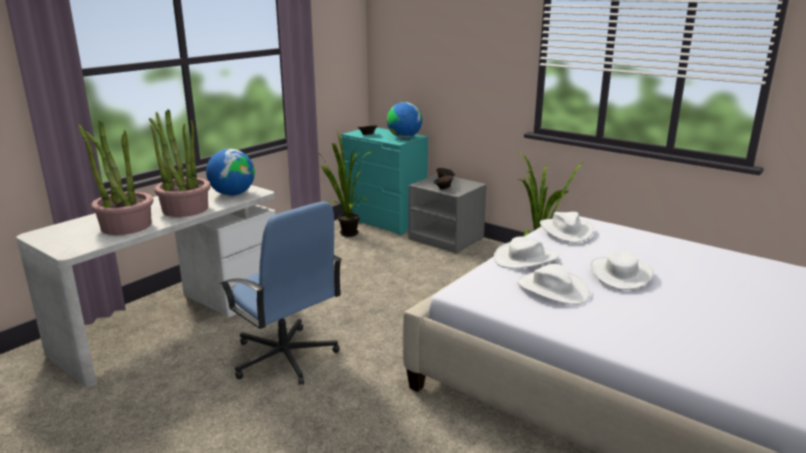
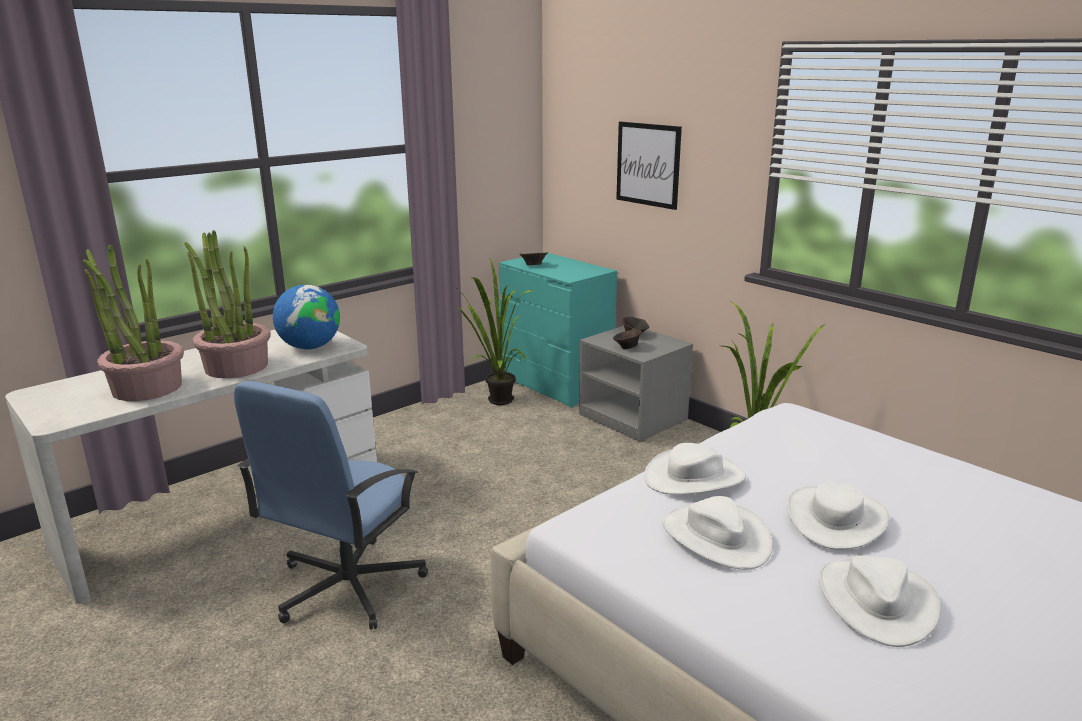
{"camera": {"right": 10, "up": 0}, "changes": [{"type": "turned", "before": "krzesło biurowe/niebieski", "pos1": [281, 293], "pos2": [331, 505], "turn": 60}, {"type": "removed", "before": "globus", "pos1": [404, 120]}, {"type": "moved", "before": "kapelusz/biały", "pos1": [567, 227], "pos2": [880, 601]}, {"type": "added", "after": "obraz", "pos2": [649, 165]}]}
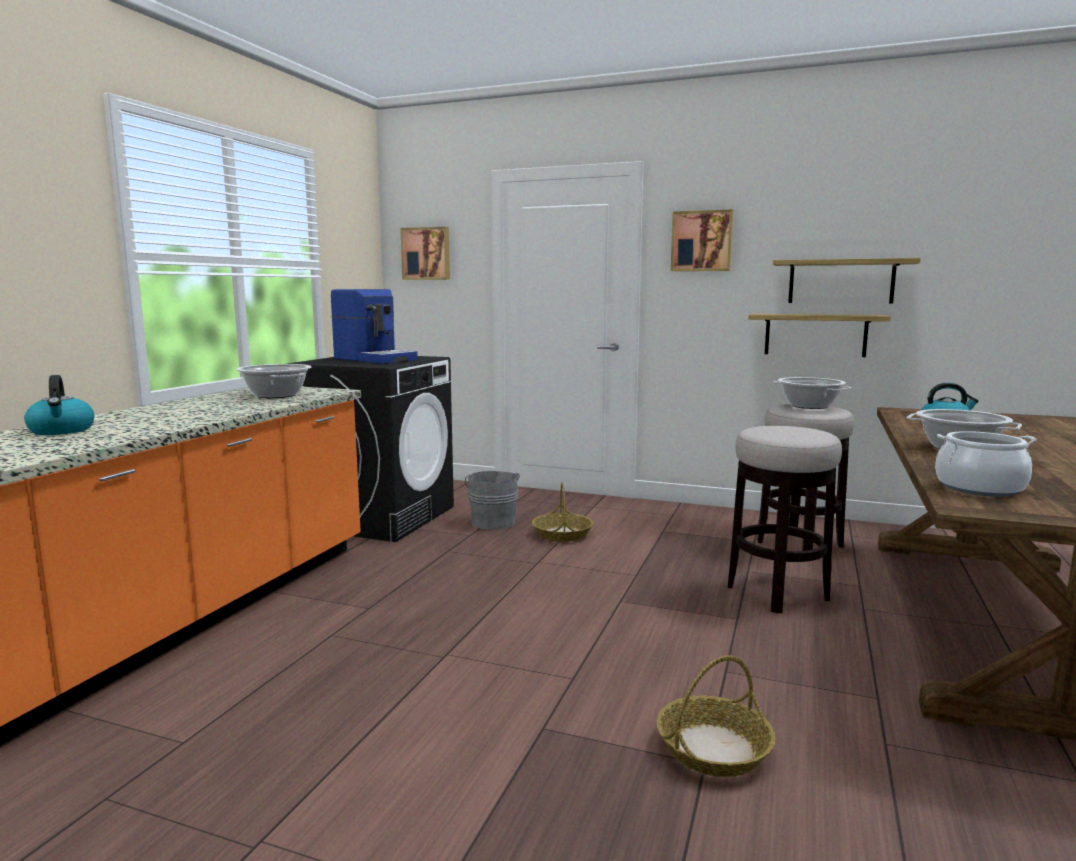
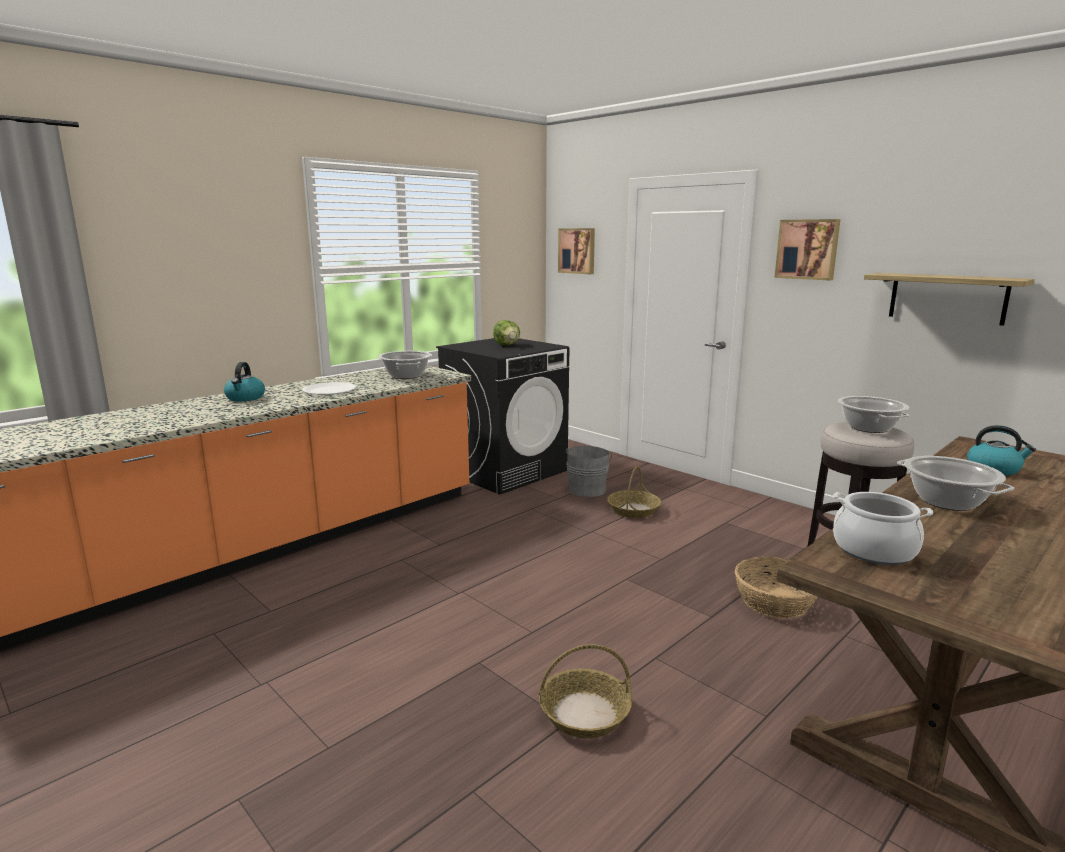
{"camera": {"right": 25, "up": 5}, "changes": [{"type": "replaced", "before": "ekspres do kawy", "after": "sałata", "pos1": [374, 326], "pos2": [506, 332]}, {"type": "replaced", "before": "stołek", "after": "koszyk", "pos1": [785, 519], "pos2": [776, 587]}, {"type": "removed", "before": "półka", "pos1": [819, 335]}, {"type": "added", "after": "talerz/biały", "pos2": [329, 388]}]}
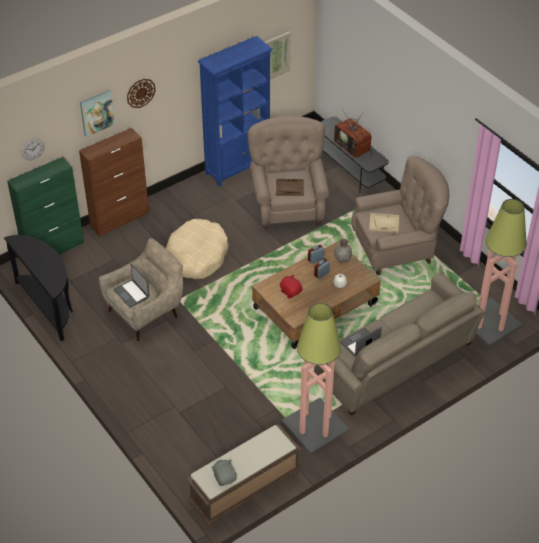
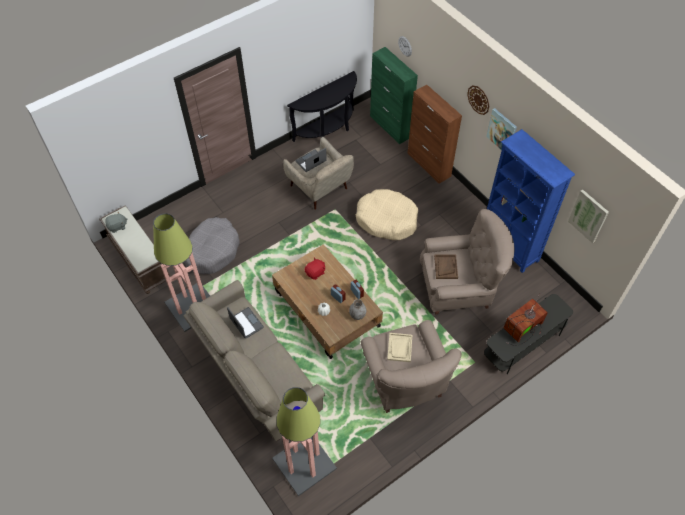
{"camera": {"right": 90, "up": 10}, "changes": [{"type": "moved", "before": "obraz", "pos1": [97, 113], "pos2": [501, 129]}, {"type": "added", "after": "legowisko/szary", "pos2": [212, 245]}]}
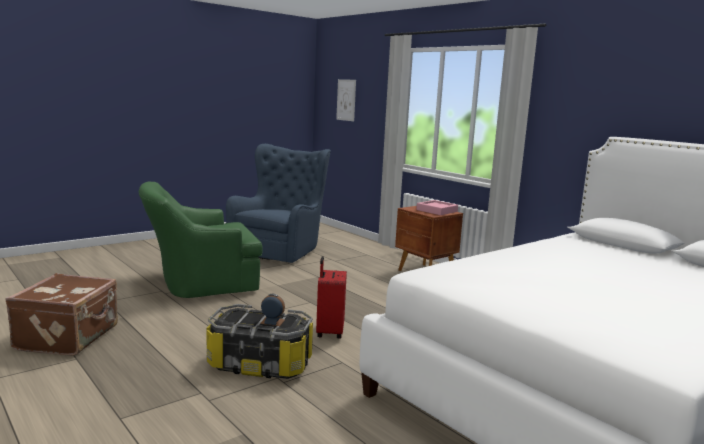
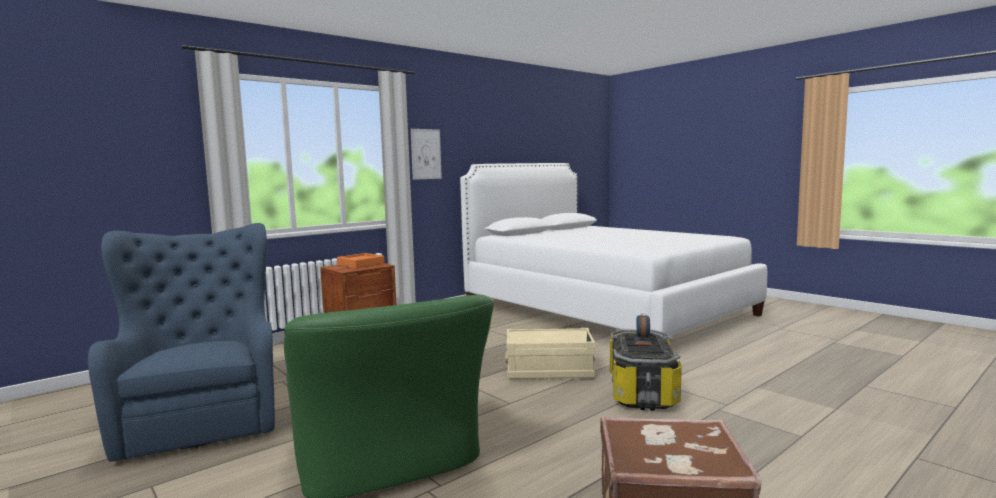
{"camera": {"right": -90, "up": -5}, "changes": [{"type": "turned", "before": "fotel/niebieski", "pos1": [278, 203], "pos2": [181, 342], "turn": 45}, {"type": "replaced", "before": "walizka/czerwony", "after": "pojemnik do przechowywania/beżowy", "pos1": [331, 297], "pos2": [550, 354]}, {"type": "moved", "before": "obraz", "pos1": [346, 100], "pos2": [426, 154]}, {"type": "recoloured", "before": "taca/różowy", "after": "taca/pomarańczowy", "pos1": [437, 207], "pos2": [361, 260]}]}
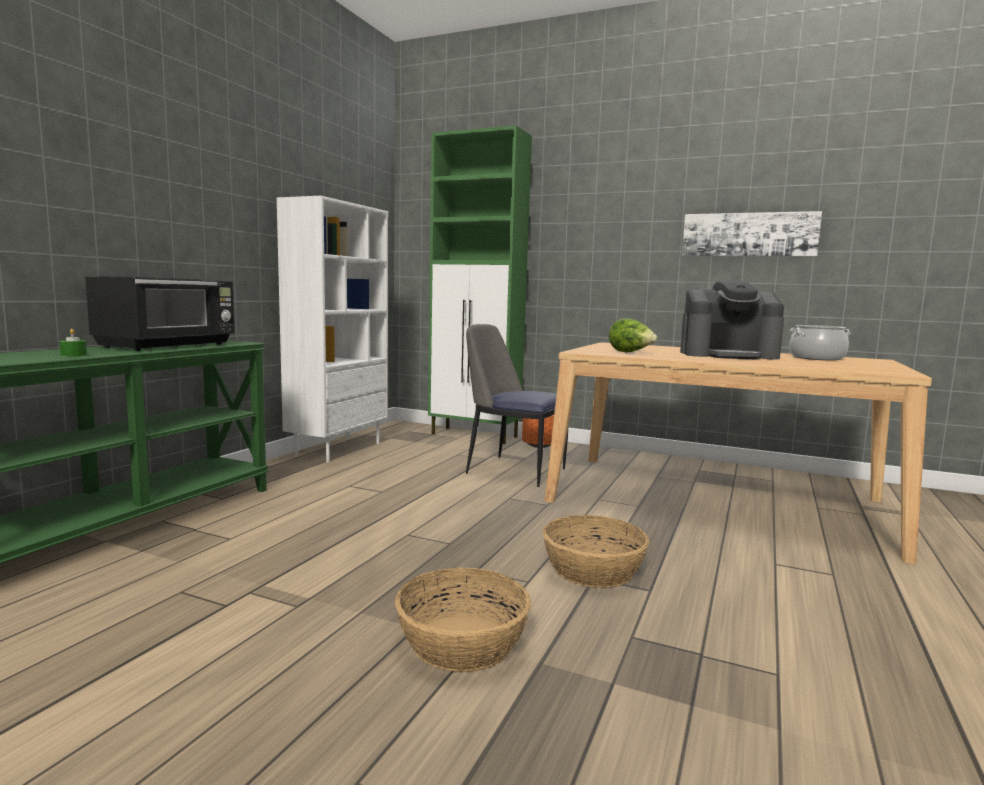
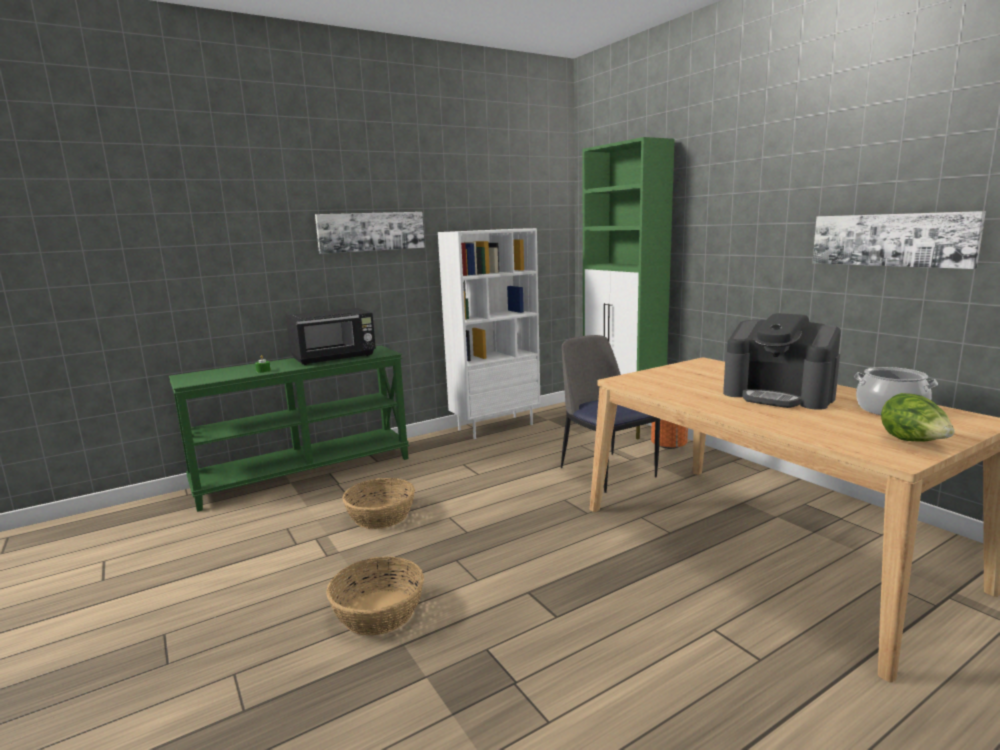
{"camera": {"right": 35, "up": 5}, "changes": [{"type": "moved", "before": "koszyk", "pos1": [596, 551], "pos2": [378, 503]}, {"type": "moved", "before": "sałata", "pos1": [633, 335], "pos2": [917, 417]}, {"type": "added", "after": "obraz", "pos2": [370, 233]}]}
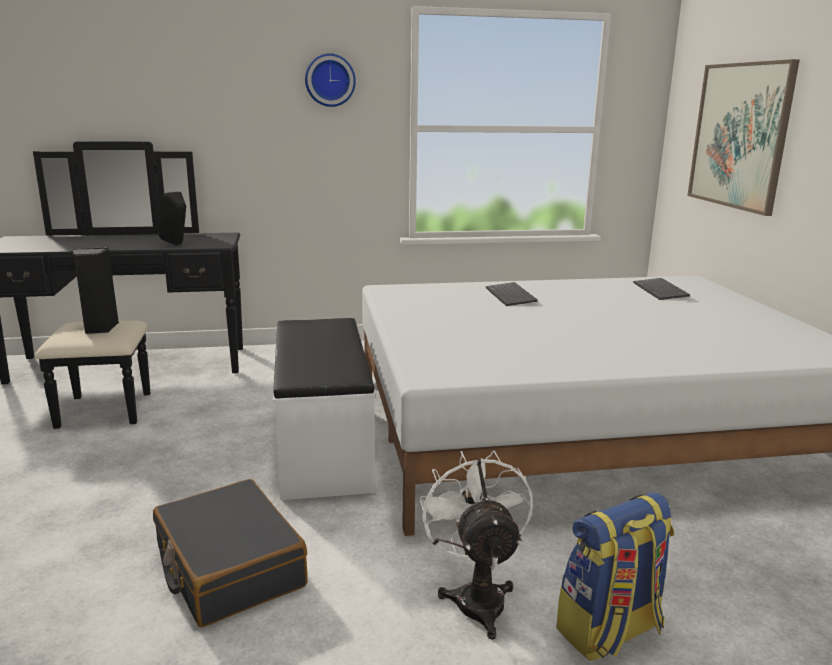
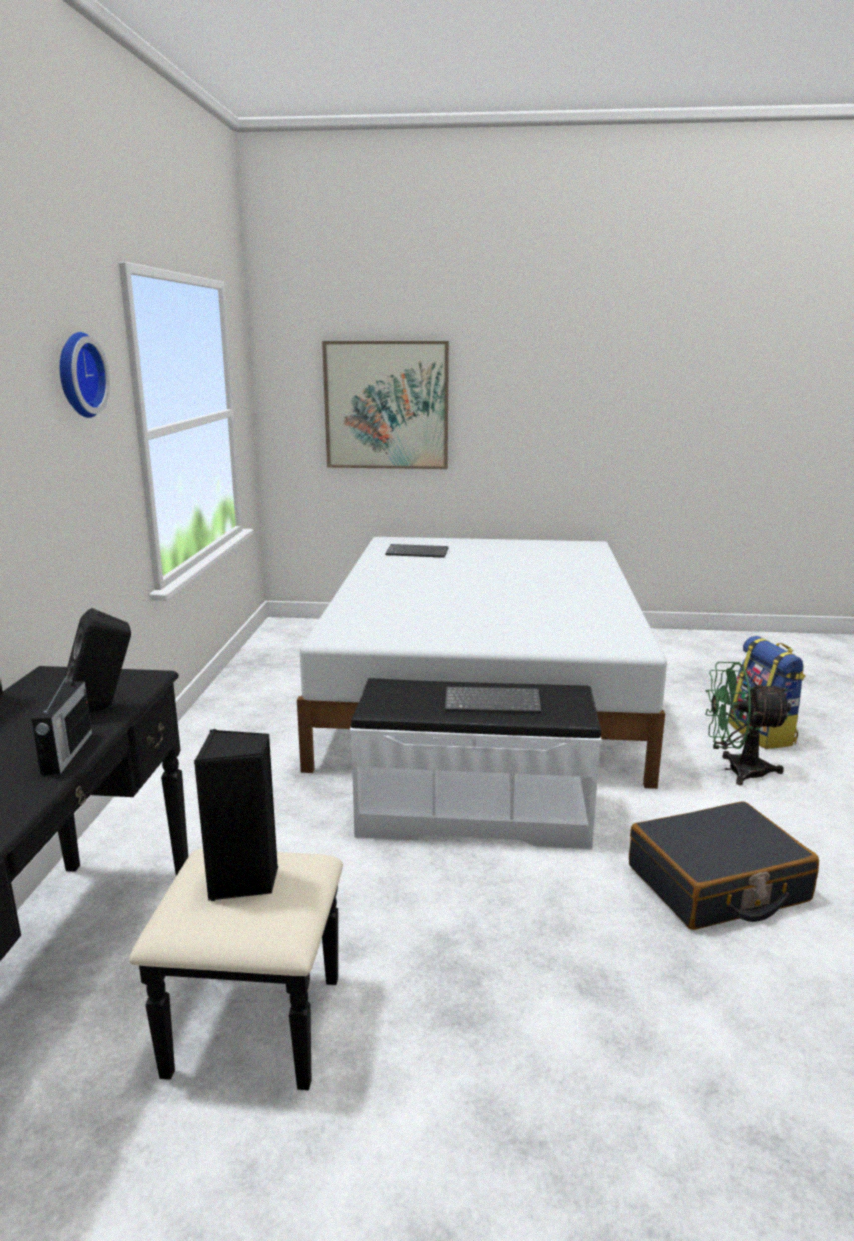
{"camera": {"right": -75, "up": 0}, "changes": [{"type": "recoloured", "before": "wentylator/biały", "after": "wentylator/zielony", "pos1": [476, 545], "pos2": [748, 723]}, {"type": "moved", "before": "klawiatura", "pos1": [512, 294], "pos2": [493, 700]}, {"type": "added", "after": "radio", "pos2": [61, 722]}]}
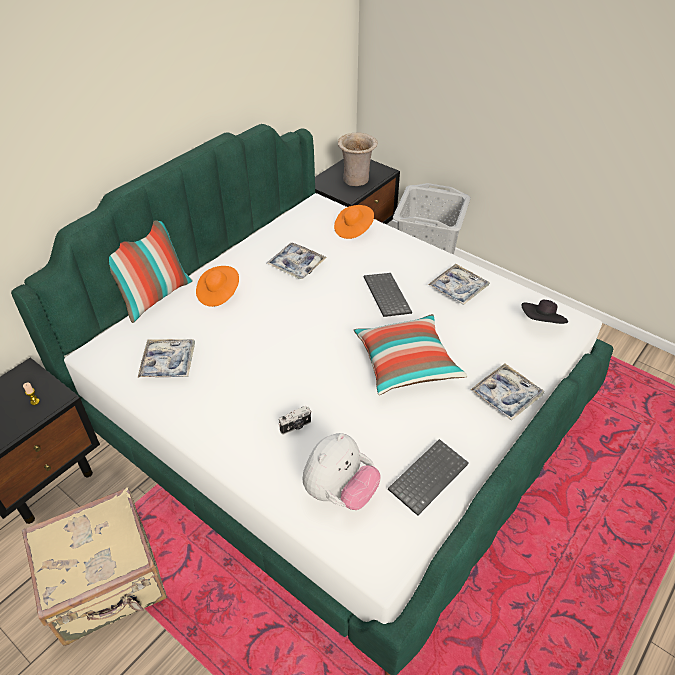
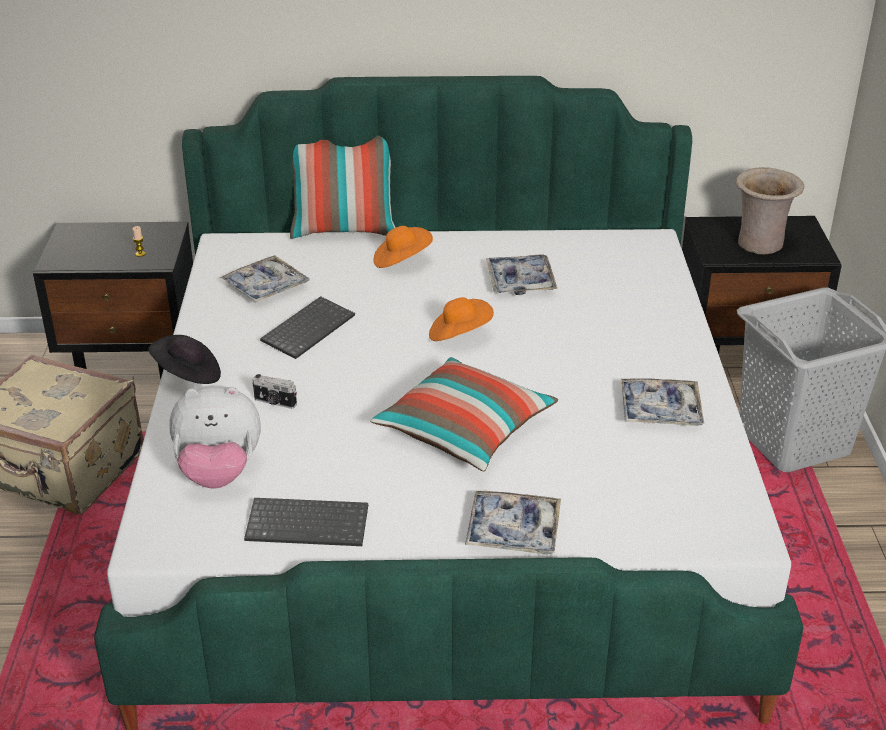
{"camera": {"right": 50, "up": -10}, "changes": [{"type": "moved", "before": "kapelusz/pomarańczowy", "pos1": [354, 222], "pos2": [461, 319]}, {"type": "moved", "before": "klawiatura", "pos1": [388, 295], "pos2": [307, 327]}, {"type": "moved", "before": "kapelusz/czarny", "pos1": [545, 312], "pos2": [184, 359]}]}
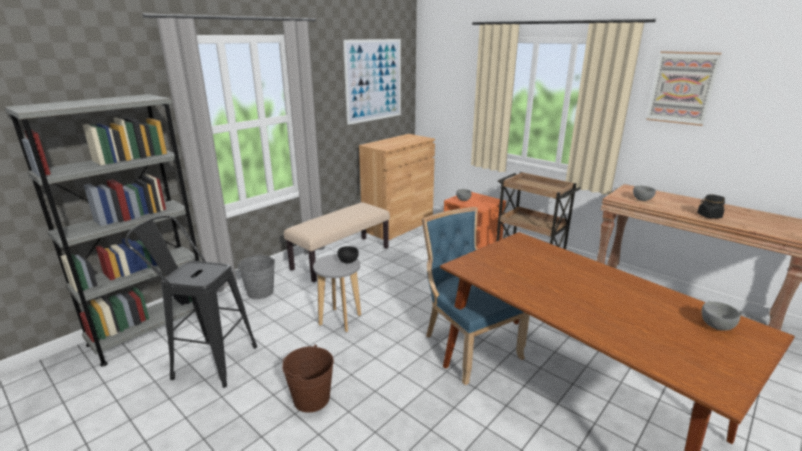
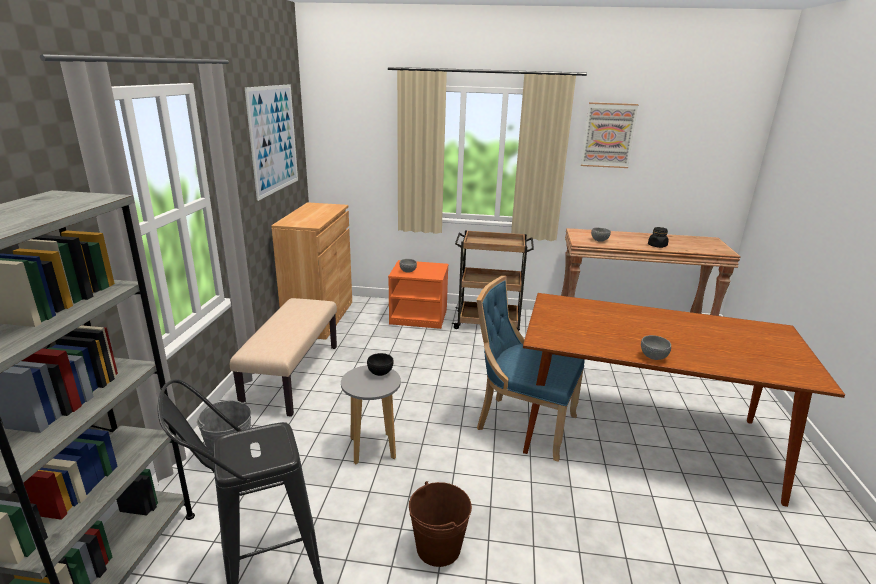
{"camera": {"right": -35, "up": 0}, "changes": [{"type": "moved", "before": "miska/szary", "pos1": [721, 316], "pos2": [656, 347]}]}
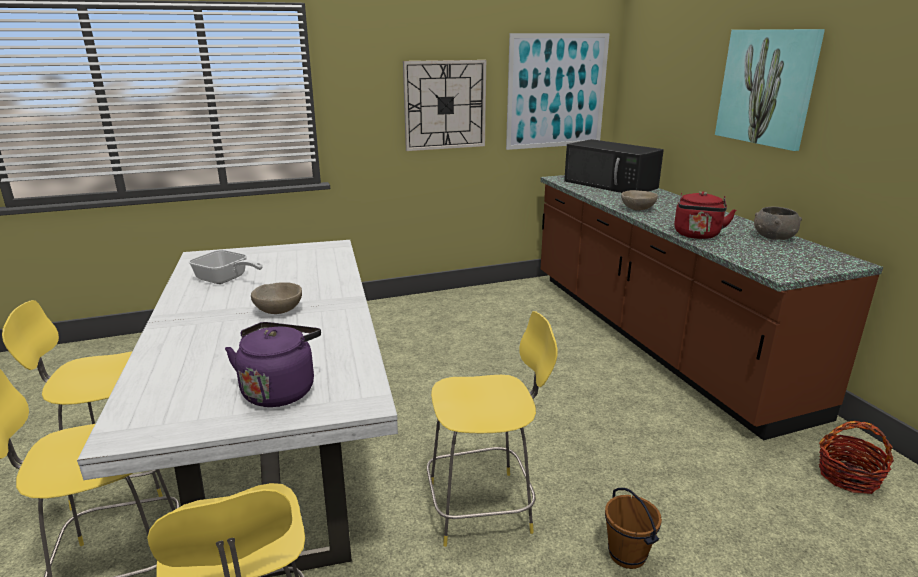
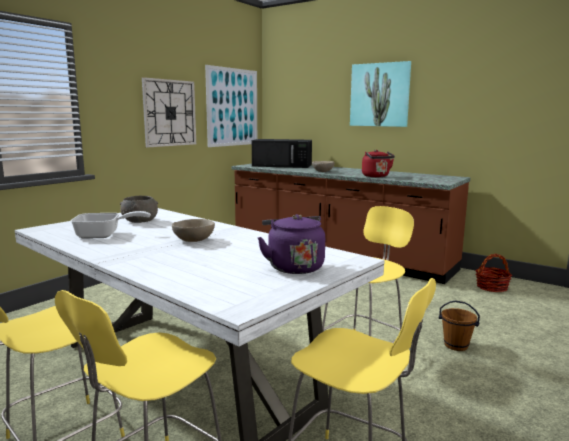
{"camera": {"right": -35, "up": -10}, "changes": [{"type": "moved", "before": "miska/szary", "pos1": [778, 223], "pos2": [139, 209]}]}
